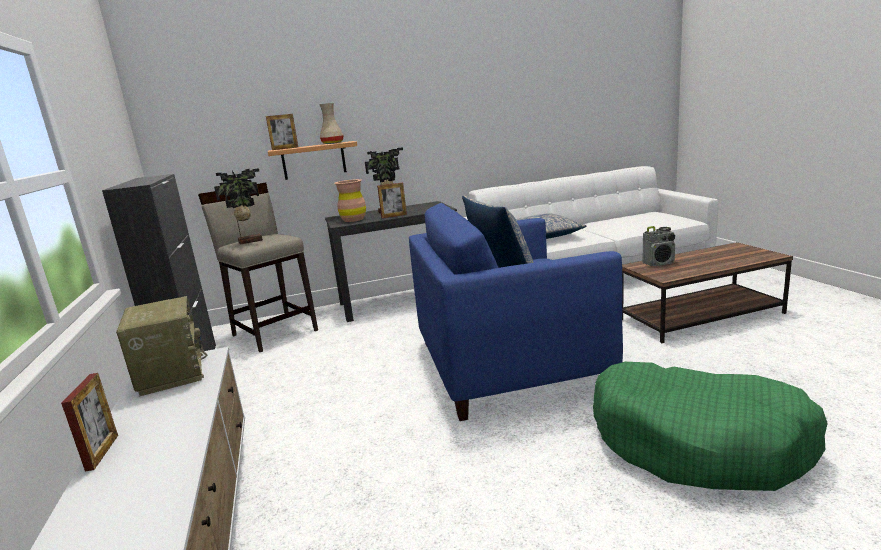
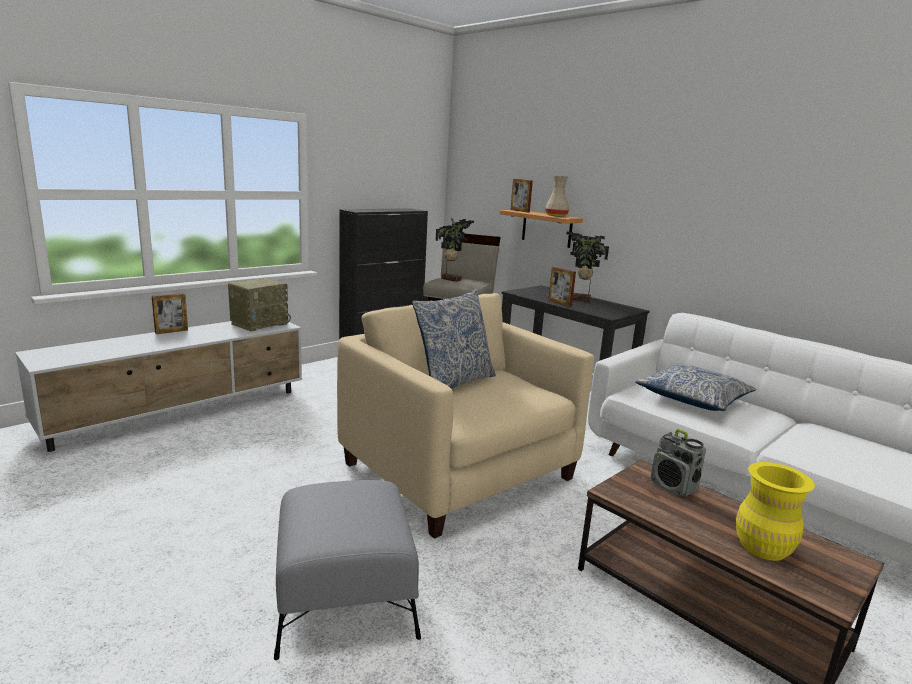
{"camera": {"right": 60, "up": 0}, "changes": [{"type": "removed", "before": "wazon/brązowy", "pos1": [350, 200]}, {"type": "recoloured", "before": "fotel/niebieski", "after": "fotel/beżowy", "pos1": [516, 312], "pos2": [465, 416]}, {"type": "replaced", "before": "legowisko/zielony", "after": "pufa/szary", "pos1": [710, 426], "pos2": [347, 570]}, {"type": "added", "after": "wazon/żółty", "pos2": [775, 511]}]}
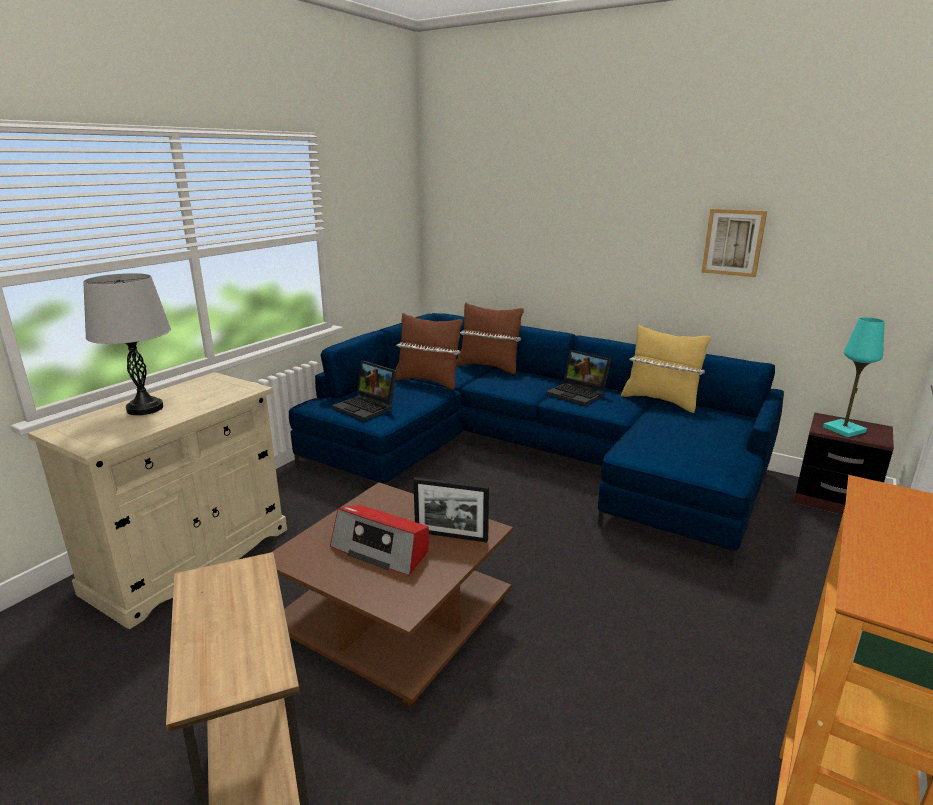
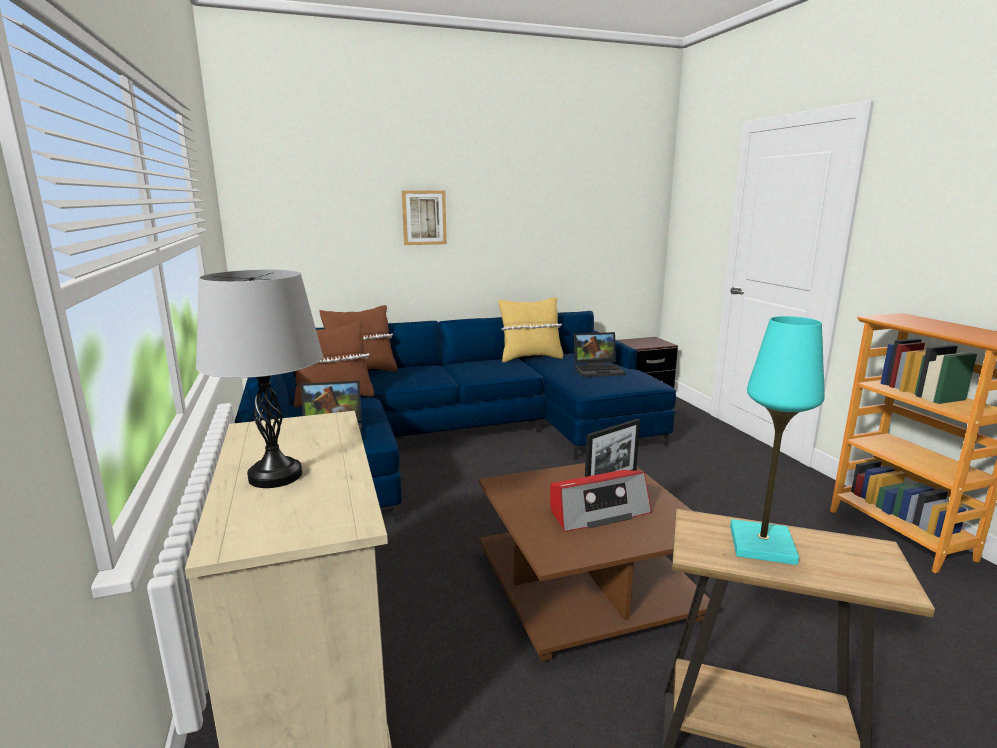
{"camera": {"right": -50, "up": -5}, "changes": [{"type": "moved", "before": "laptop", "pos1": [578, 378], "pos2": [599, 354]}, {"type": "moved", "before": "obraz", "pos1": [734, 243], "pos2": [424, 217]}, {"type": "moved", "before": "lampa stołowa/turkusowy", "pos1": [854, 377], "pos2": [777, 440]}]}
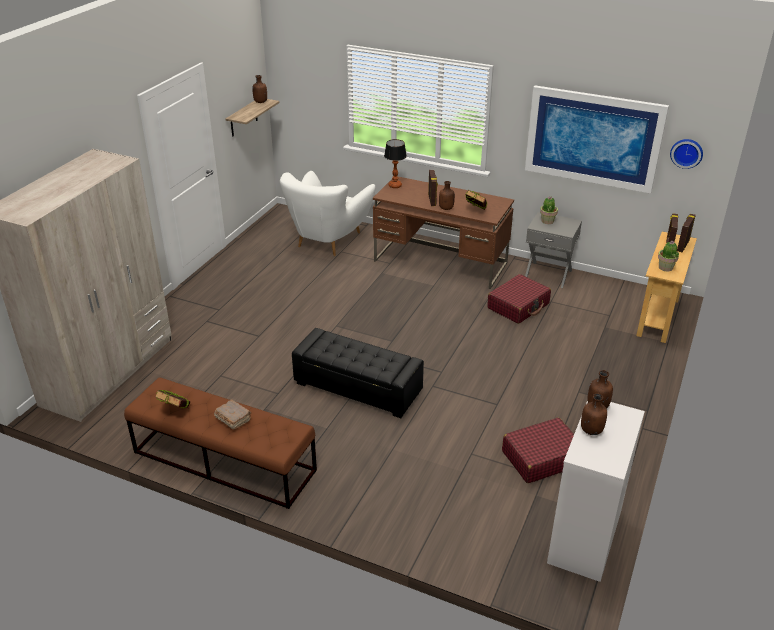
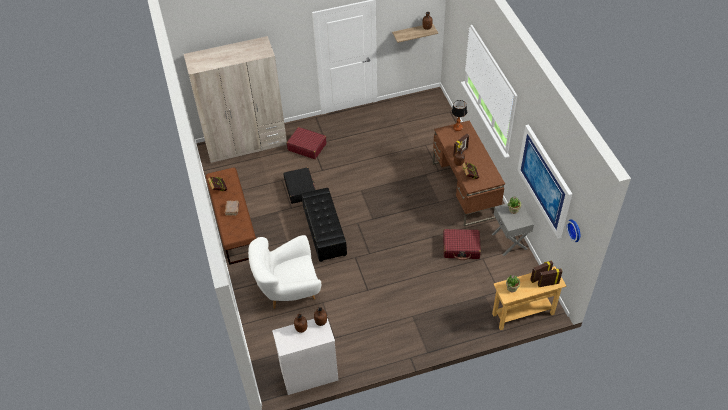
{"camera": {"right": 50, "up": 15}, "changes": [{"type": "moved", "before": "fotel/biały", "pos1": [327, 213], "pos2": [284, 272]}, {"type": "moved", "before": "walizka/czerwony", "pos1": [538, 450], "pos2": [306, 143]}, {"type": "added", "after": "walizka/czarny", "pos2": [299, 185]}]}
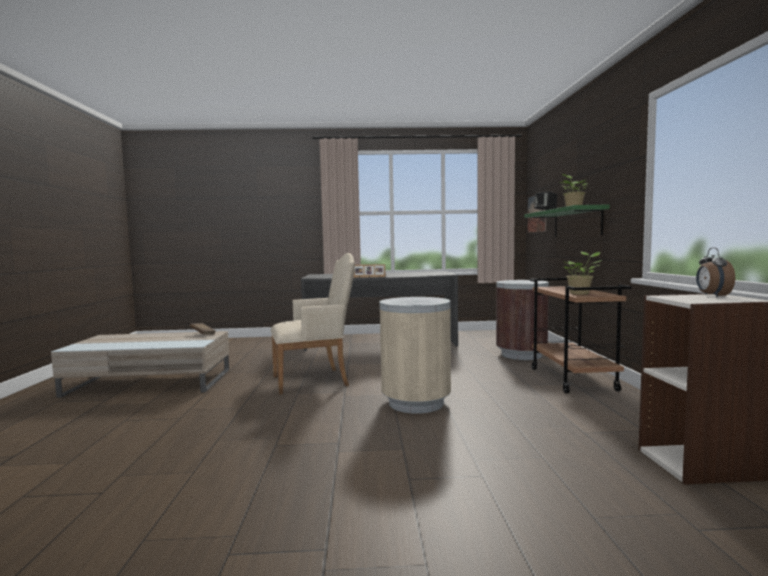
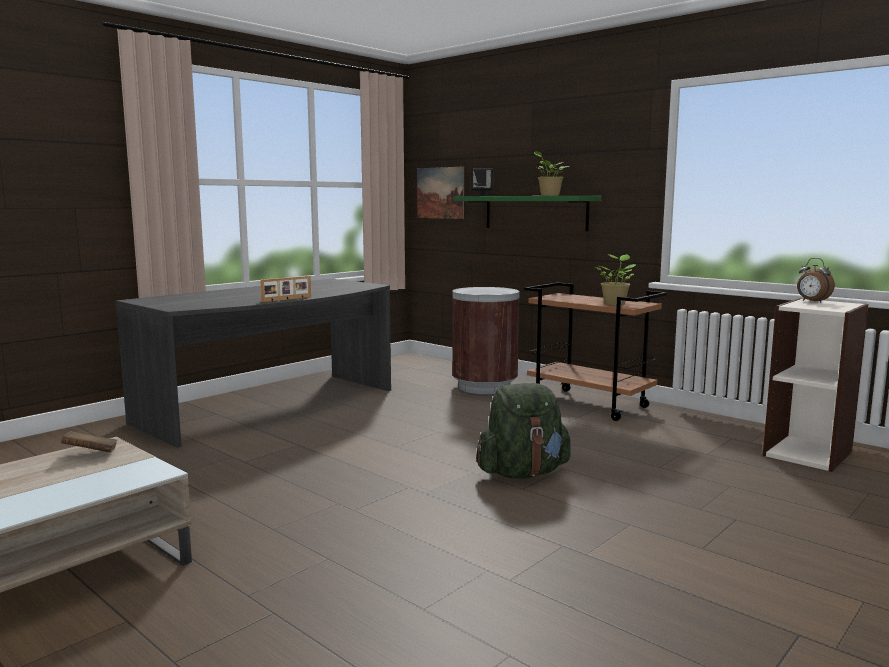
{"camera": {"right": -45, "up": 5}, "changes": [{"type": "removed", "before": "fotel/beżowy", "pos1": [313, 323]}, {"type": "replaced", "before": "kosz na śmieci/beżowy", "after": "plecak/zielony", "pos1": [415, 355], "pos2": [523, 431]}]}
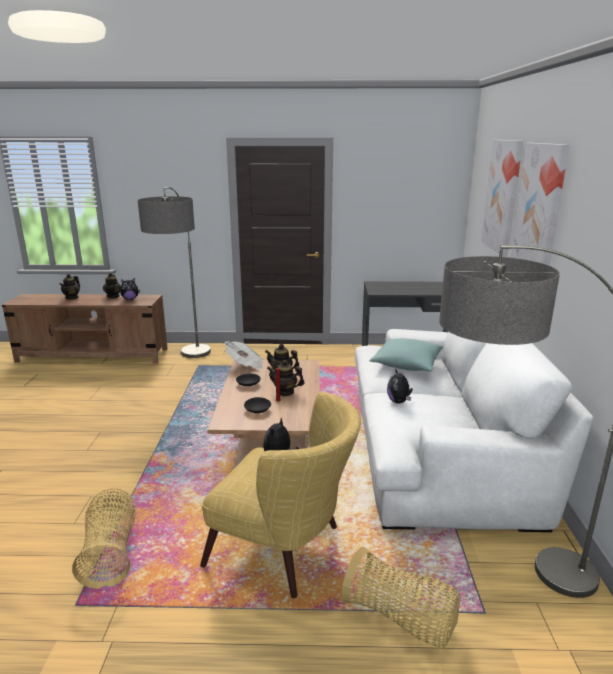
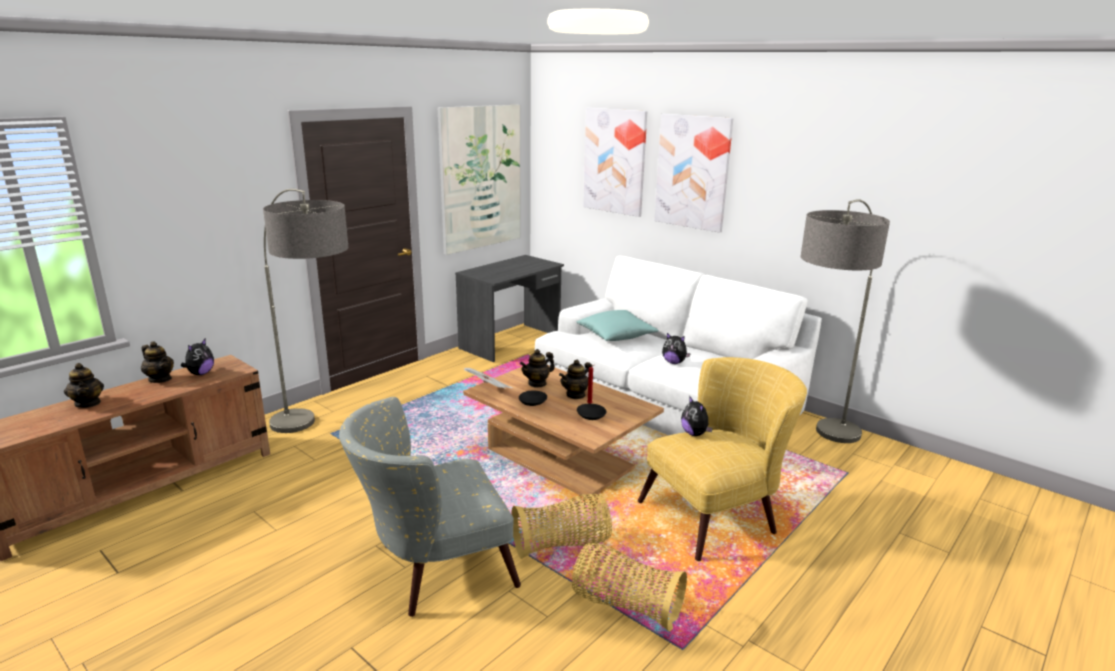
{"camera": {"right": -50, "up": 0}, "changes": [{"type": "moved", "before": "koszyk", "pos1": [401, 597], "pos2": [561, 526]}, {"type": "added", "after": "fotel/szary", "pos2": [430, 507]}, {"type": "added", "after": "obraz", "pos2": [479, 180]}]}
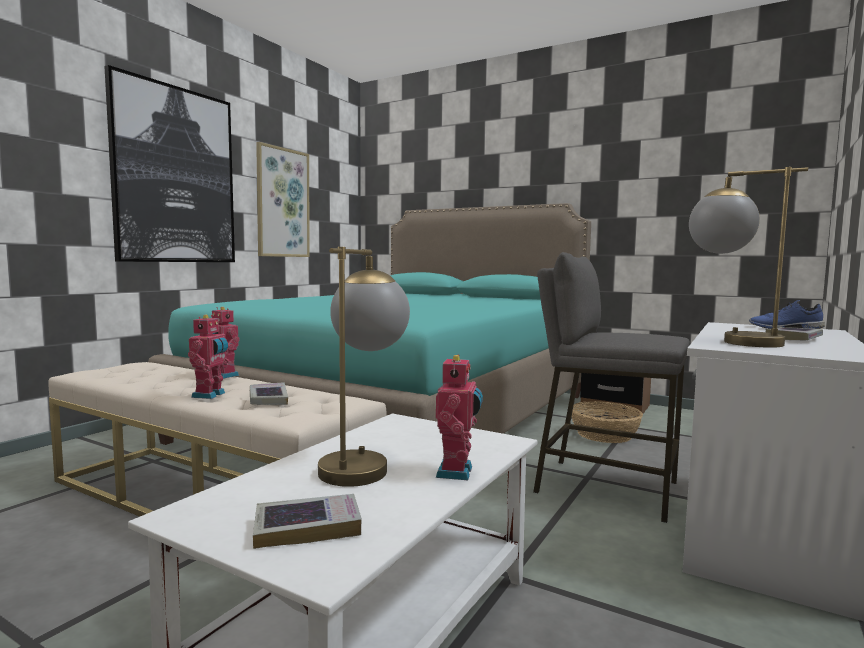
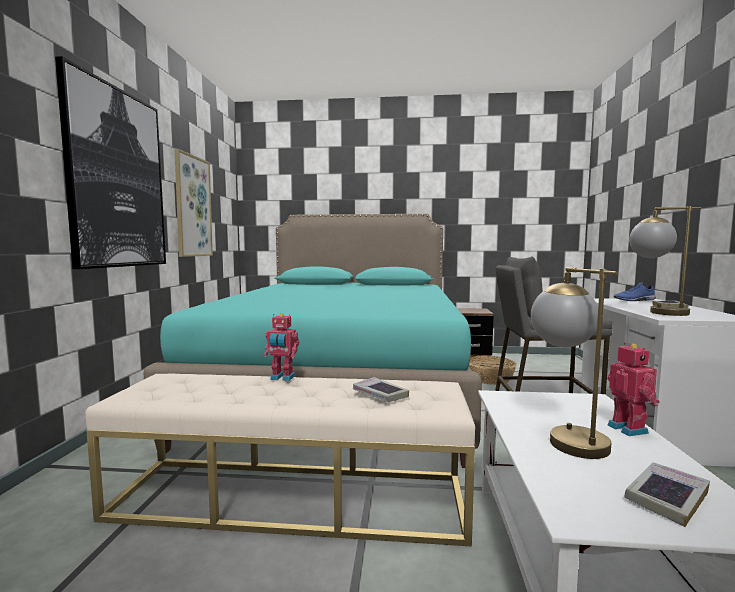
{"camera": {"right": -25, "up": 0}, "changes": [{"type": "removed", "before": "robot zabawkowy", "pos1": [208, 357]}]}
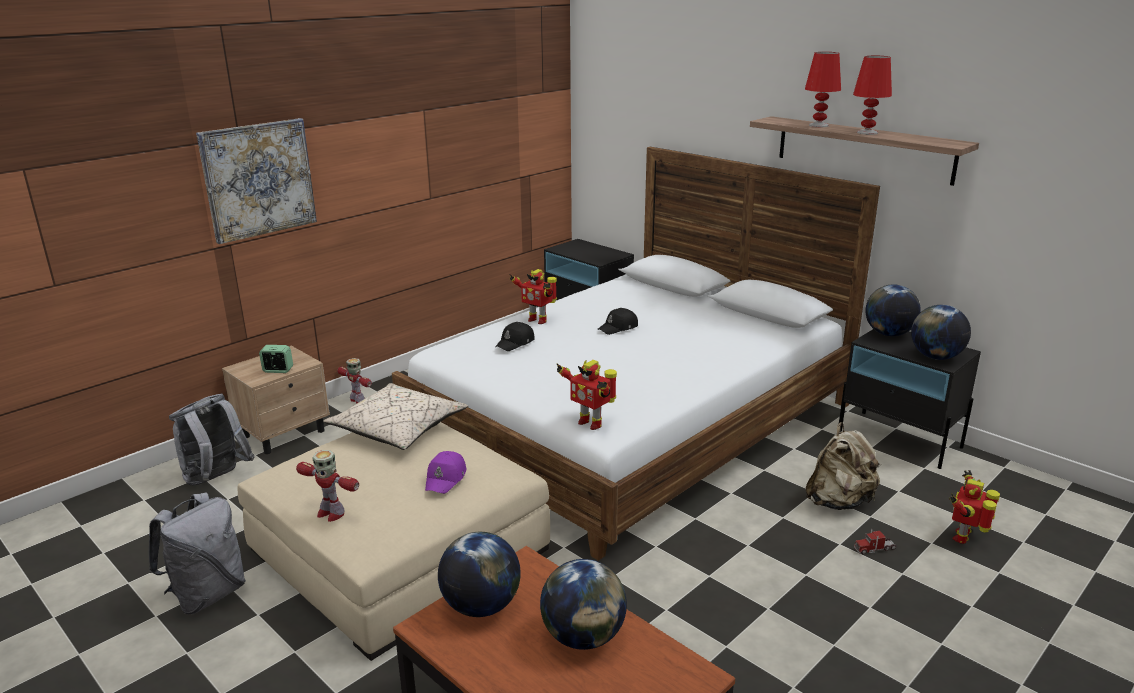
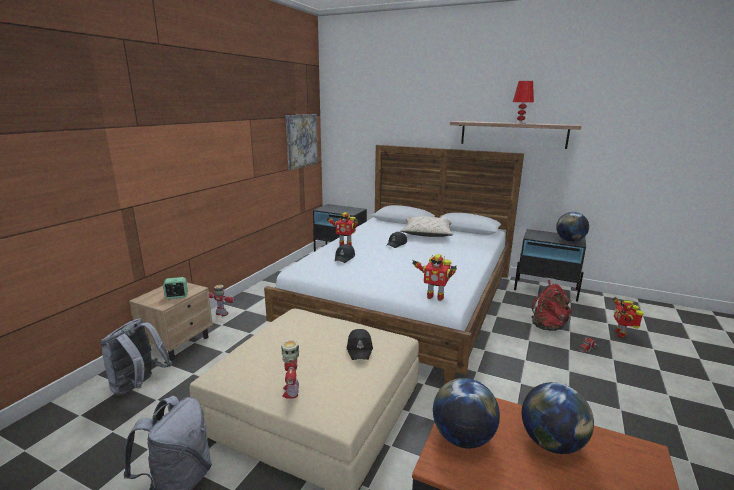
{"camera": {"right": -20, "up": -5}, "changes": [{"type": "moved", "before": "obraz", "pos1": [256, 181], "pos2": [302, 142]}, {"type": "turned", "before": "robot zabawkowy", "pos1": [327, 486], "pos2": [290, 369], "turn": 75}, {"type": "moved", "before": "poduszka/beżowy", "pos1": [395, 416], "pos2": [426, 226]}, {"type": "recoloured", "before": "czapka z daszkiem/fioletowy", "after": "czapka z daszkiem/czarny", "pos1": [446, 472], "pos2": [360, 344]}, {"type": "removed", "before": "lampa stołowa/czerwony", "pos1": [823, 89]}, {"type": "recoloured", "before": "plecak/beżowy", "after": "plecak/czerwony", "pos1": [843, 466], "pos2": [551, 305]}, {"type": "removed", "before": "globus", "pos1": [893, 310]}]}
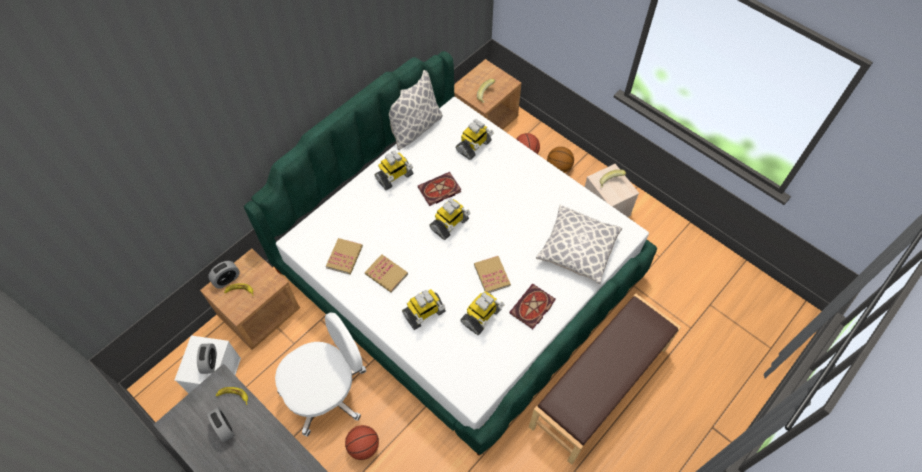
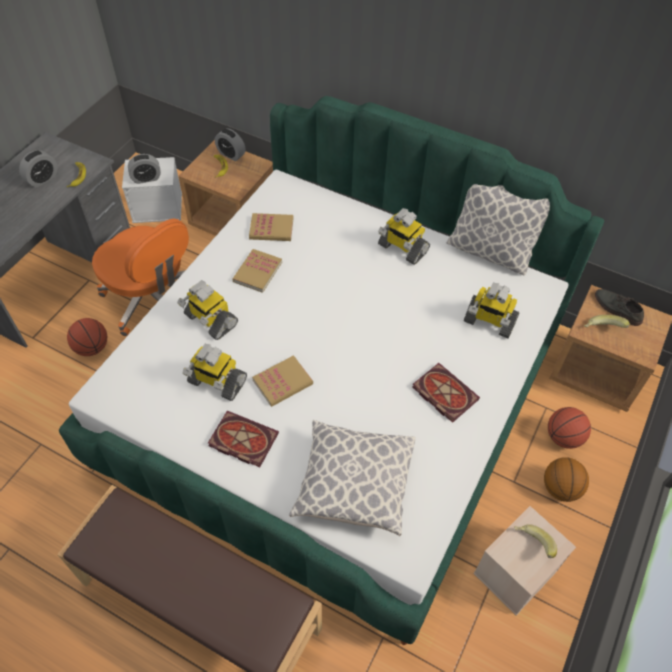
{"camera": {"right": 75, "up": -5}, "changes": [{"type": "recoloured", "before": "krzesło biurowe/biały", "after": "krzesło biurowe/pomarańczowy", "pos1": [320, 374], "pos2": [140, 277]}, {"type": "moved", "before": "książka", "pos1": [439, 189], "pos2": [446, 393]}, {"type": "removed", "before": "robot zabawkowy", "pos1": [450, 219]}, {"type": "added", "after": "but/szary", "pos2": [619, 307]}]}
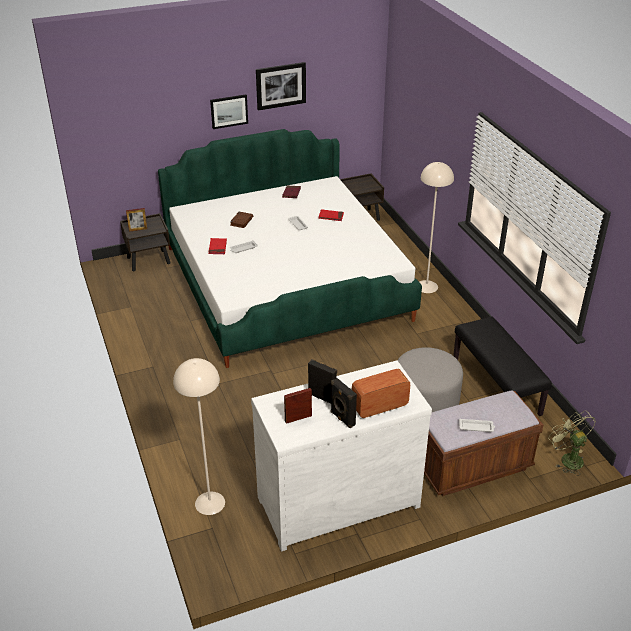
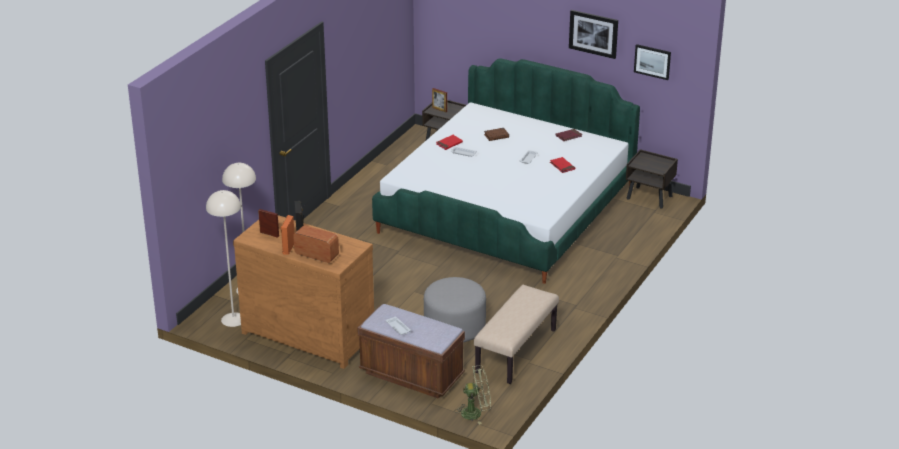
{"camera": {"right": 50, "up": -5}, "changes": [{"type": "moved", "before": "obraz", "pos1": [229, 111], "pos2": [652, 62]}, {"type": "recoloured", "before": "komoda/biały", "after": "komoda/brązowy", "pos1": [341, 455], "pos2": [303, 292]}, {"type": "recoloured", "before": "głośnik/czarny", "after": "głośnik/pomarańczowy", "pos1": [344, 403], "pos2": [287, 235]}, {"type": "moved", "before": "lampa stojąca/beżowy", "pos1": [436, 227], "pos2": [223, 258]}, {"type": "recoloured", "before": "ławka/czarny", "after": "ławka/beżowy", "pos1": [502, 366], "pos2": [516, 334]}, {"type": "turned", "before": "wentylator/zielony", "pos1": [572, 443], "pos2": [473, 394], "turn": 60}]}
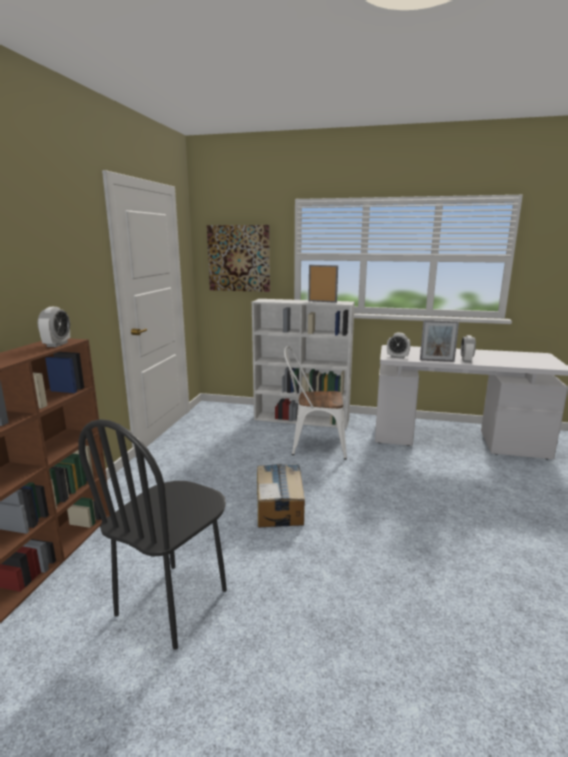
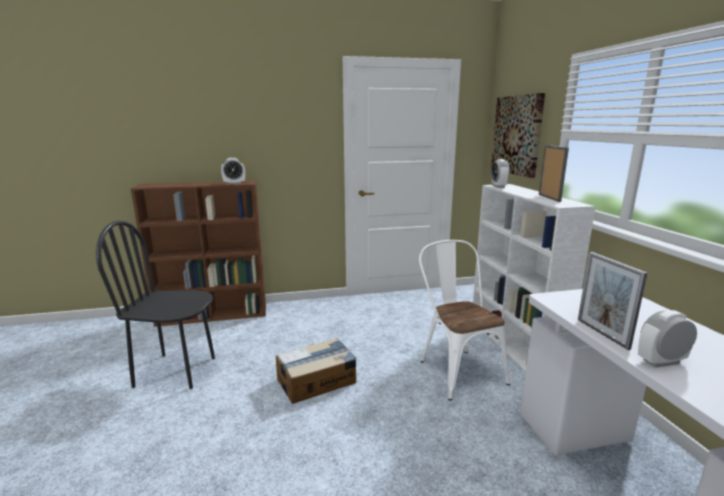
{"camera": {"right": 65, "up": 0}, "changes": [{"type": "moved", "before": "budzik", "pos1": [399, 346], "pos2": [500, 173]}]}
